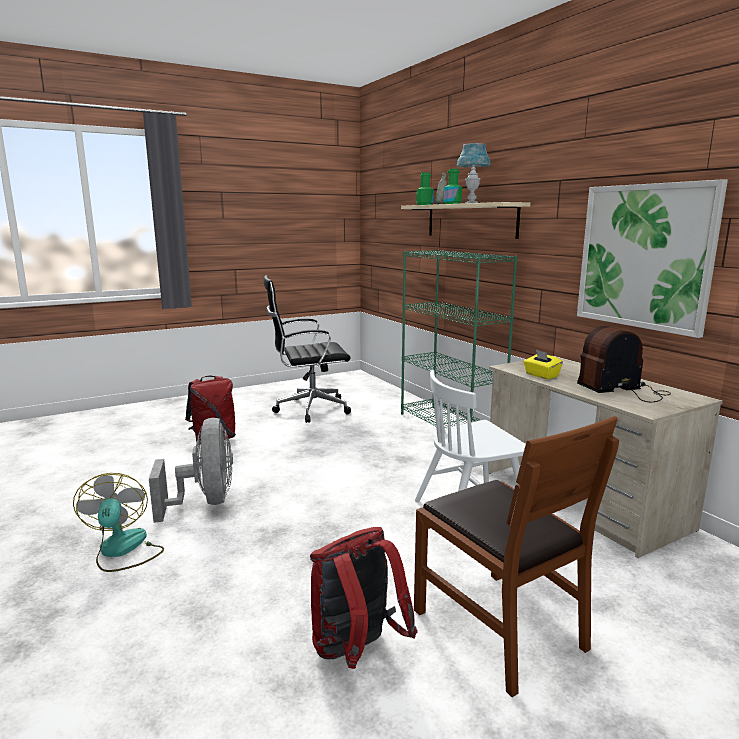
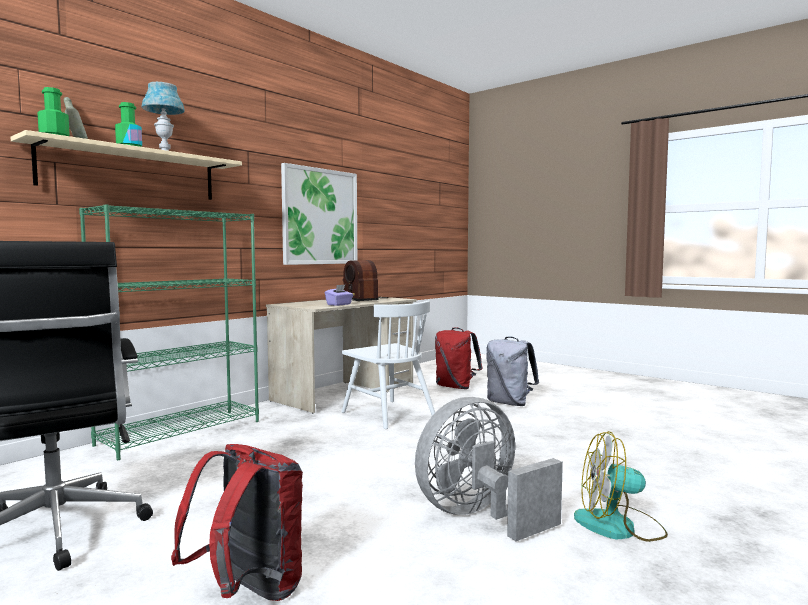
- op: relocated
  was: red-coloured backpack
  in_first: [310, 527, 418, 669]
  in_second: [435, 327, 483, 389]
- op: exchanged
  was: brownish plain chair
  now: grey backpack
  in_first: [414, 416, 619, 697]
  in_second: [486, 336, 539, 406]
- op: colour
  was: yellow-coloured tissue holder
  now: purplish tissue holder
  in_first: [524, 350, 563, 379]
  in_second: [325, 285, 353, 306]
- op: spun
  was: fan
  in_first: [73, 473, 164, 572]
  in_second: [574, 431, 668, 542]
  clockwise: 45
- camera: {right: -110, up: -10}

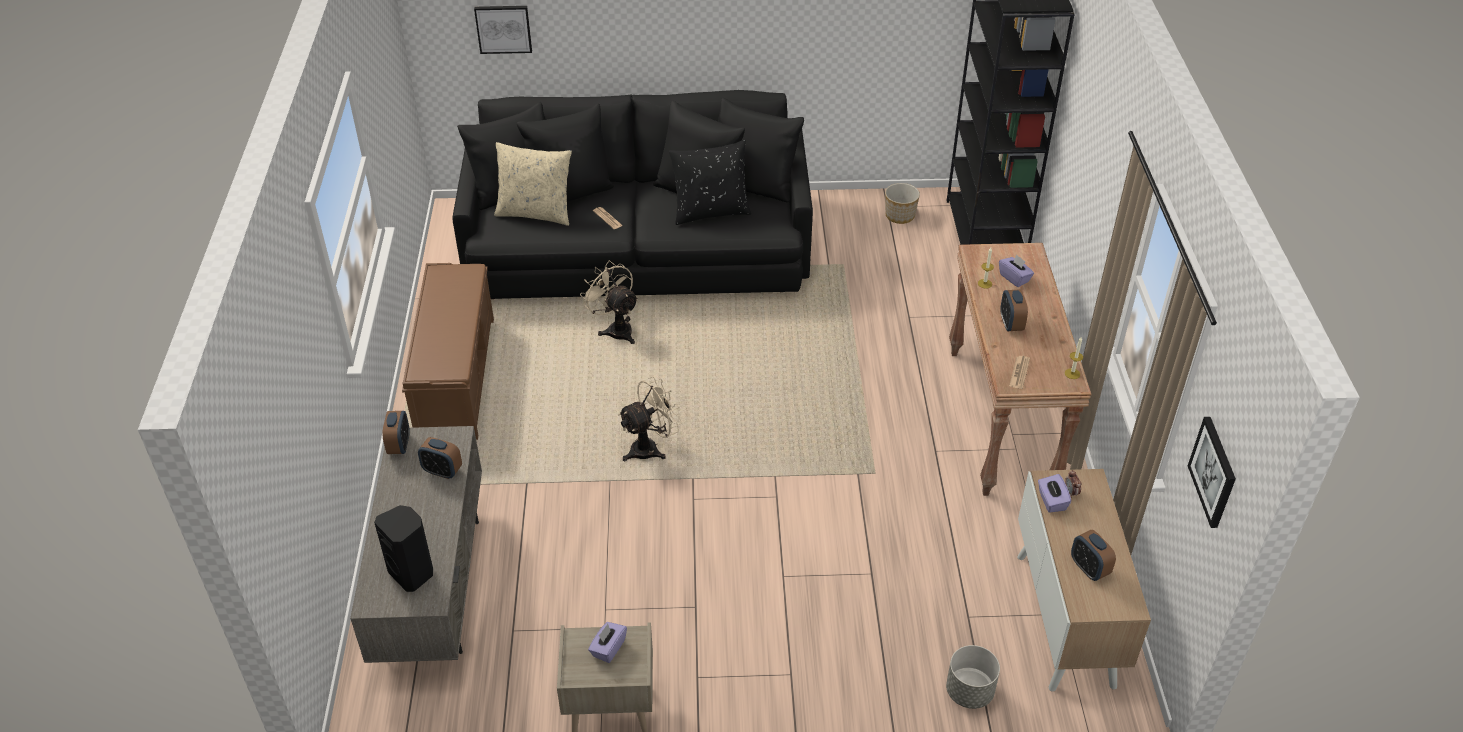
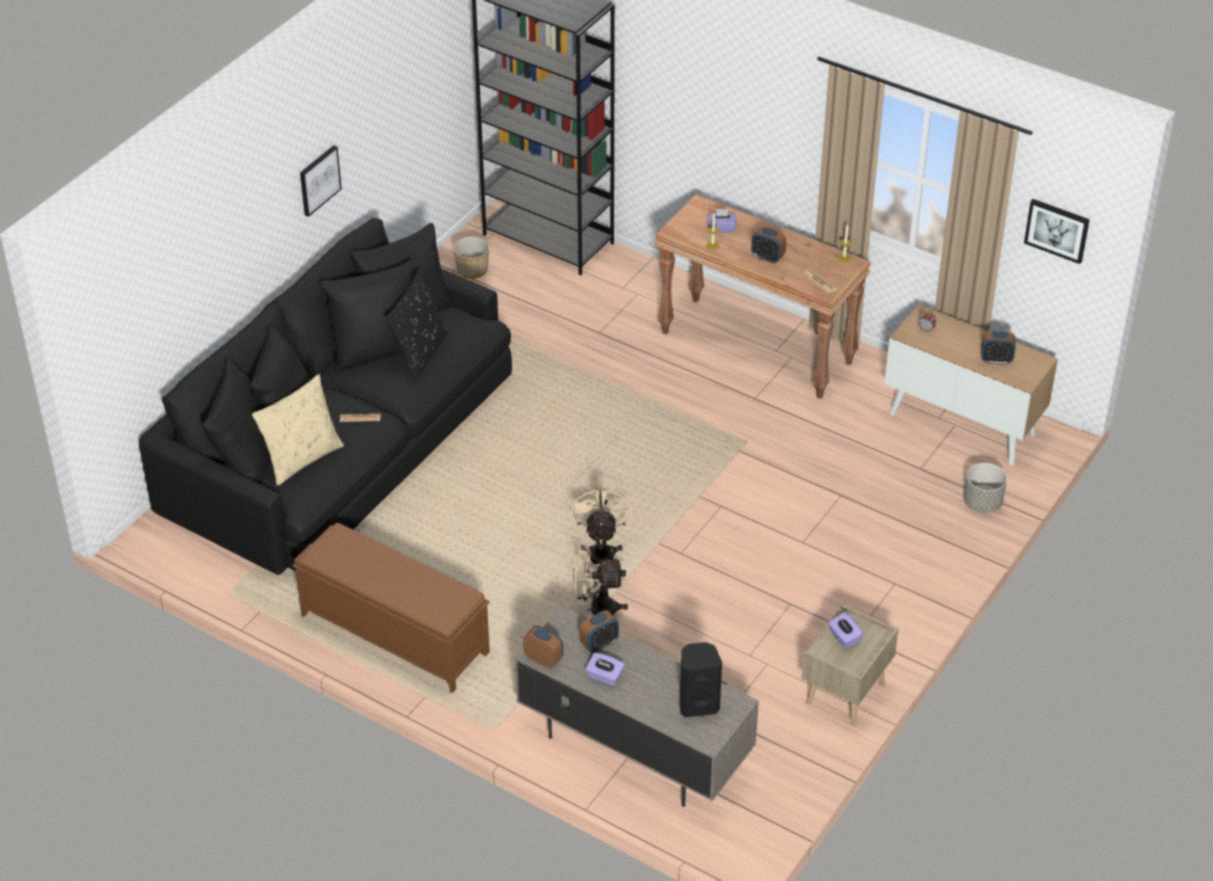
- op: relocated
  was: wall picture
  in_first: [474, 6, 532, 54]
  in_second: [300, 145, 342, 217]
- op: relocated
  was: beige fan
  in_first: [580, 260, 638, 344]
  in_second: [572, 545, 628, 615]
- op: relocated
  was: purplish tissue holder
  in_first: [1038, 474, 1071, 513]
  in_second: [586, 653, 625, 686]
- camera: {right: -55, up: 0}

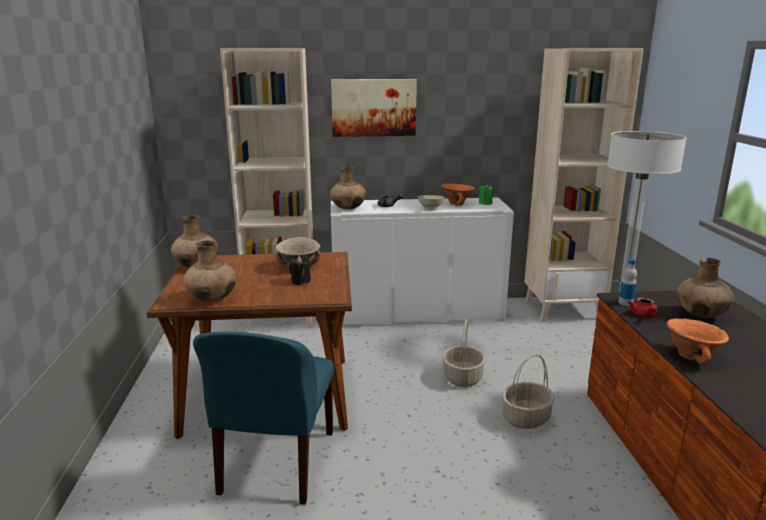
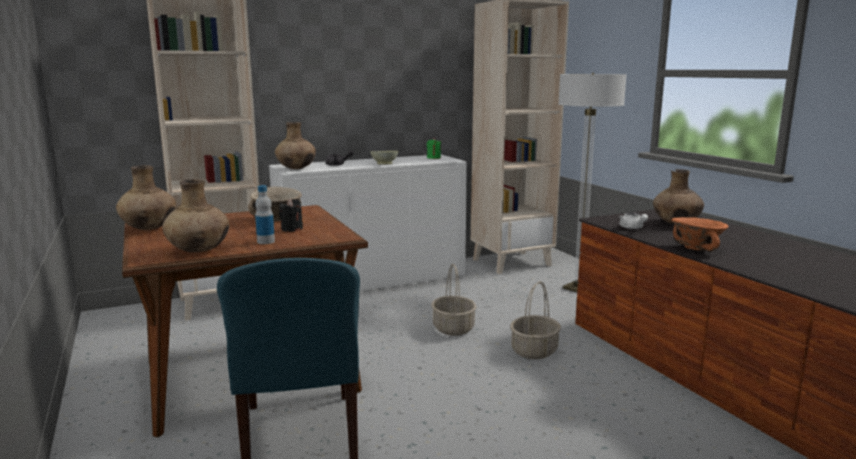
- op: missing
  was: wall picture
  in_first: [331, 79, 417, 137]
- op: missing
  was: orange-coloured deep dish
  in_first: [441, 184, 475, 206]
- op: relocated
  was: beverage bottle
  in_first: [618, 258, 637, 306]
  in_second: [255, 185, 275, 244]
- op: colour
  was: red-coloured teapot
  now: whitish teapot
  in_first: [628, 297, 657, 317]
  in_second: [619, 212, 648, 229]
- camera: {right: -20, up: -5}

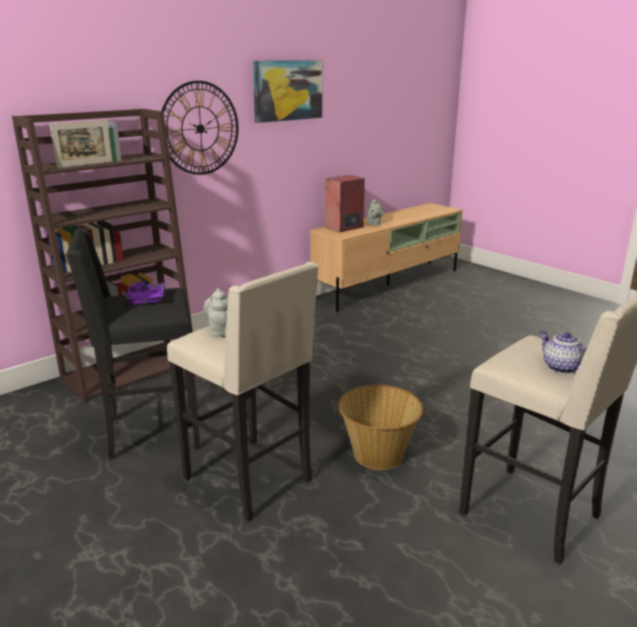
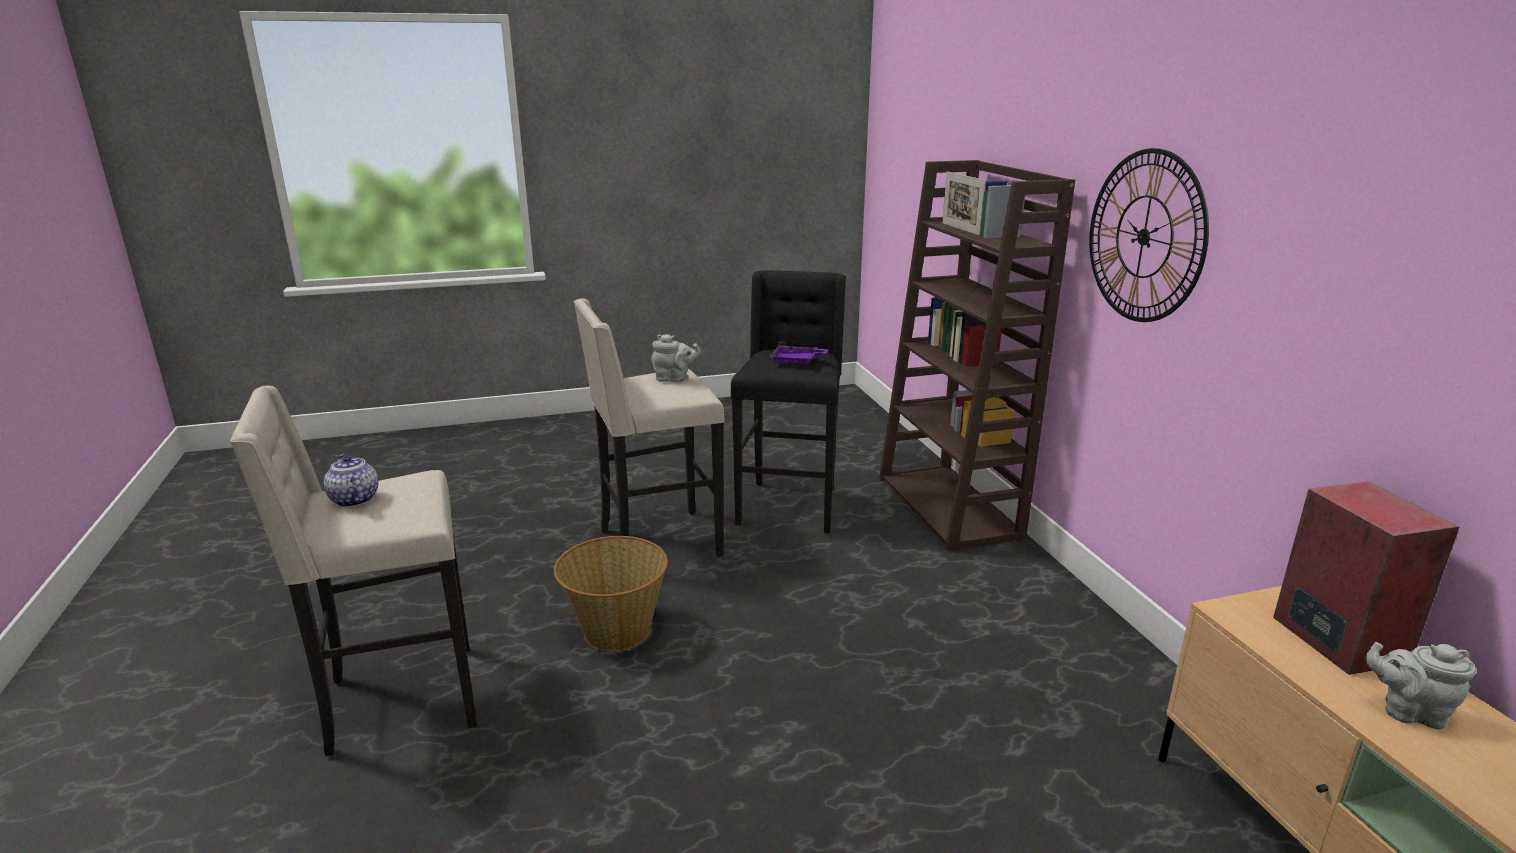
- op: missing
  was: wall picture
  in_first: [253, 60, 322, 123]
- op: spun
  was: teapot
  in_first: [539, 331, 587, 373]
  in_second: [324, 454, 379, 507]
  clockwise: -120
- camera: {right: 115, up: 0}

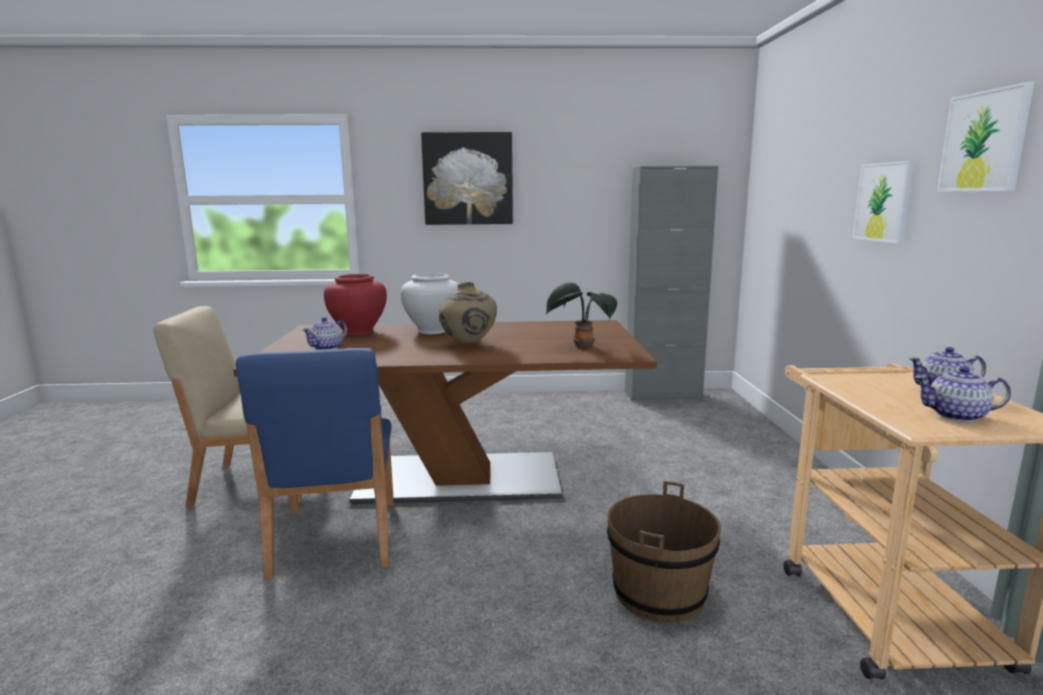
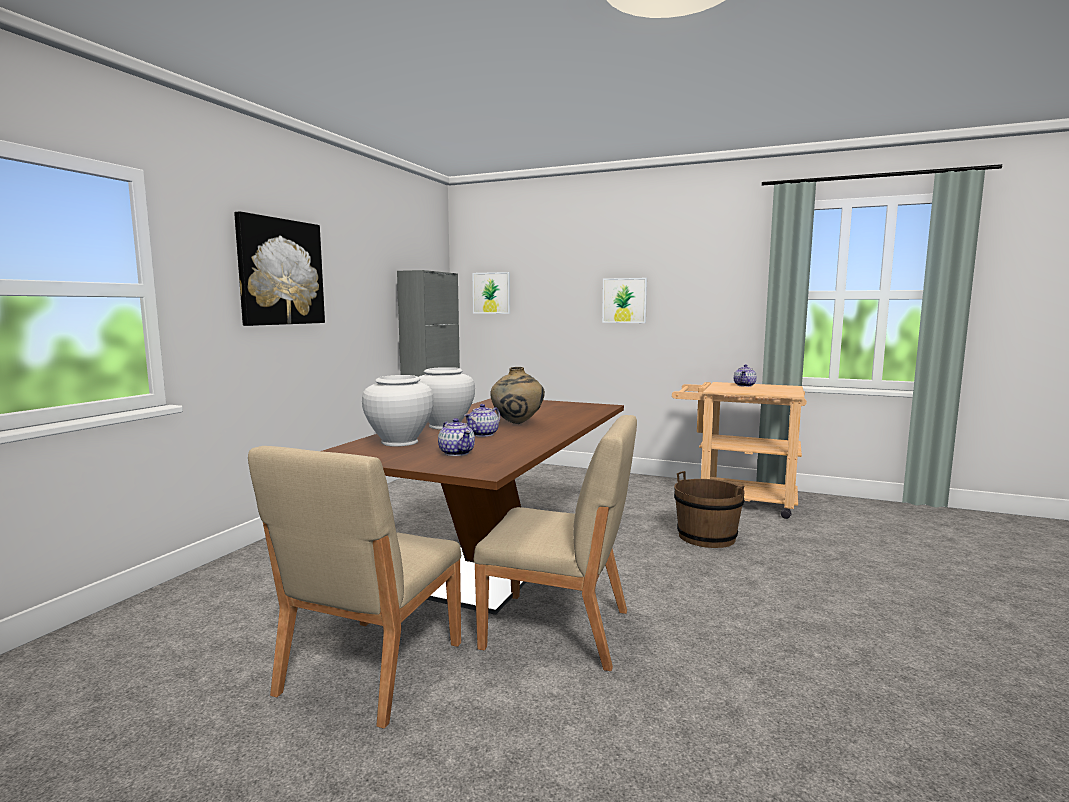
- op: missing
  was: plant in a pot
  in_first: [546, 283, 617, 347]
- op: relocated
  was: teapot
  in_first: [915, 366, 1011, 422]
  in_second: [464, 404, 500, 437]
- op: relocated
  was: wall picture
  in_first: [937, 81, 1035, 192]
  in_second: [472, 272, 510, 314]
- op: colour
  was: blue plain chair
  now: beige plain chair
  in_first: [236, 348, 394, 580]
  in_second: [474, 415, 637, 671]
- op: colour
  was: red-coloured vase
  now: whitish vase
  in_first: [324, 274, 387, 336]
  in_second: [362, 375, 434, 447]
- camera: {right: -65, up: -5}

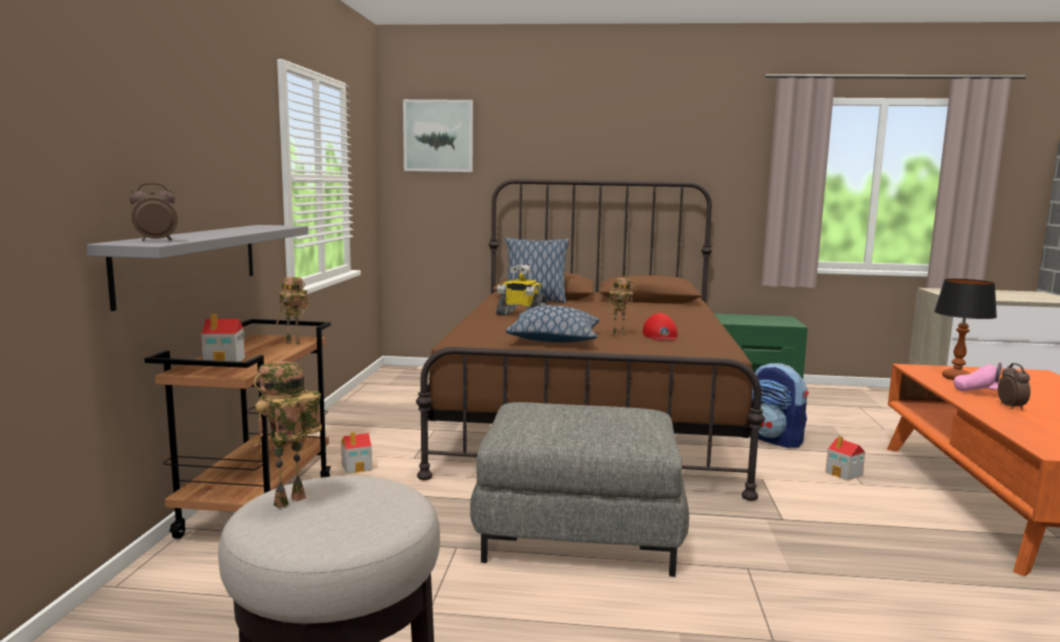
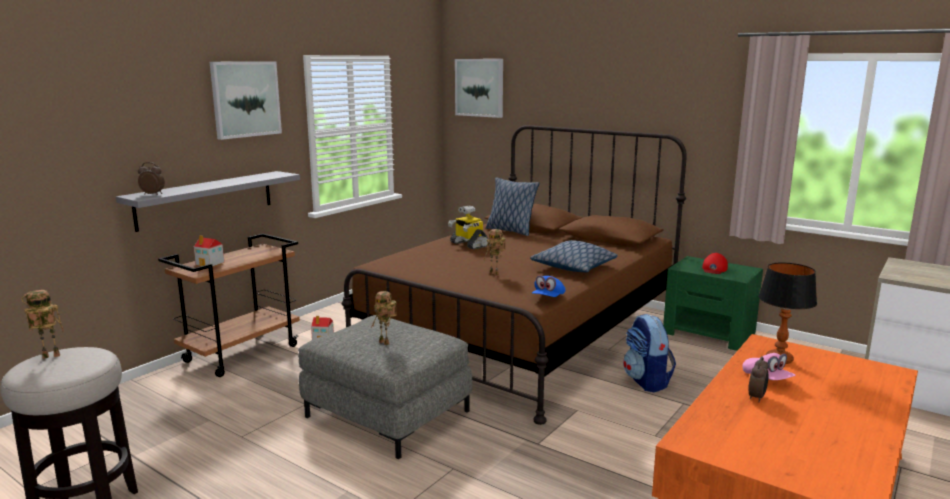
- op: missing
  was: model house
  in_first: [825, 436, 865, 481]
- op: appeared
  now: wall picture
  in_second: [210, 61, 282, 140]
- op: appeared
  now: blue peaked cap
  in_second: [532, 275, 565, 297]
- op: relocated
  was: toy robot
  in_first: [276, 277, 308, 345]
  in_second: [371, 291, 397, 345]
- op: relocated
  was: cushion
  in_first: [506, 305, 599, 343]
  in_second: [530, 240, 618, 272]
- op: relocated
  was: red-coloured peaked cap
  in_first: [643, 313, 678, 341]
  in_second: [702, 253, 728, 274]
- camera: {right: 30, up: 5}

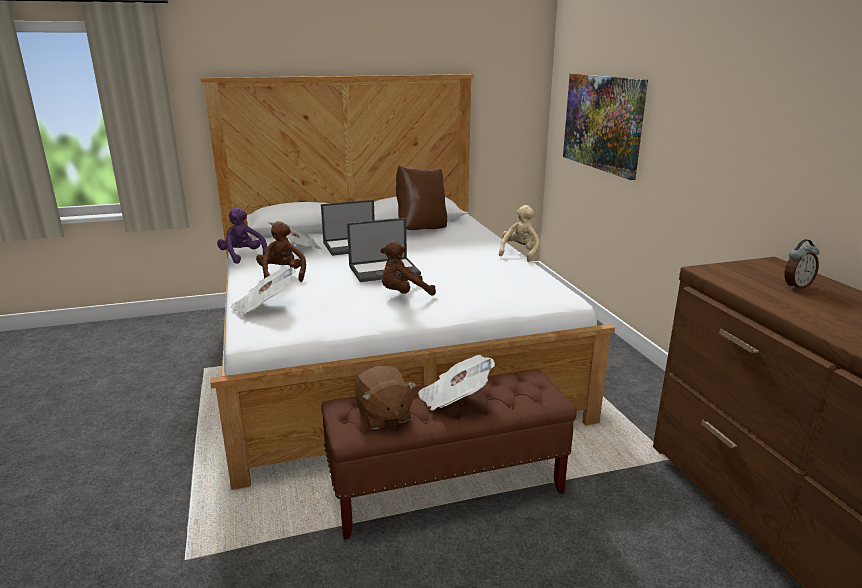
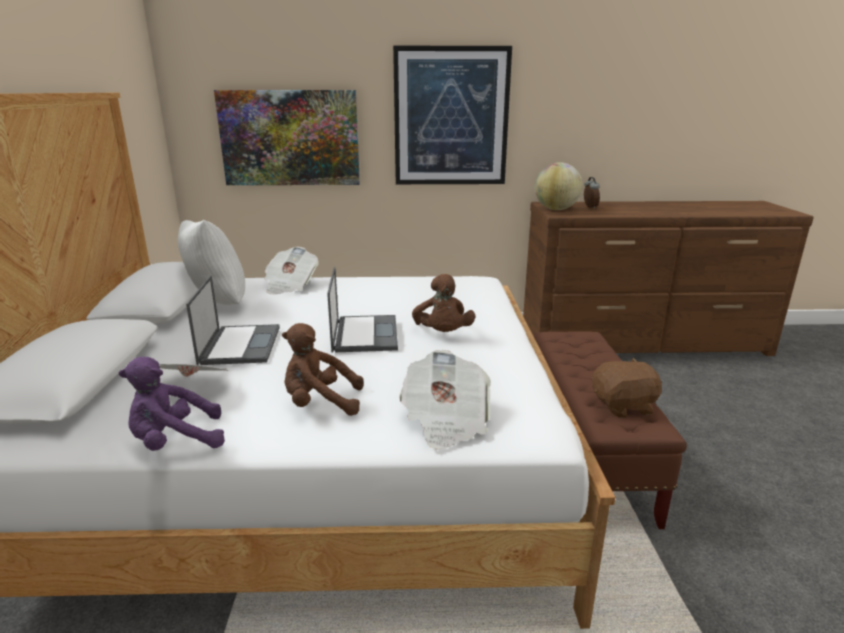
- op: missing
  was: beige plush toy
  in_first: [499, 205, 540, 262]
- op: appeared
  now: wall picture
  in_second: [393, 46, 512, 184]
- op: appeared
  now: globe
  in_second: [535, 162, 583, 210]
- op: relocated
  was: printed paper
  in_first: [418, 355, 495, 411]
  in_second: [264, 247, 319, 294]
- op: colour
  was: brownish cushion
  now: whitish cushion
  in_first: [396, 166, 447, 230]
  in_second: [178, 220, 245, 305]
- camera: {right: -75, up: 0}

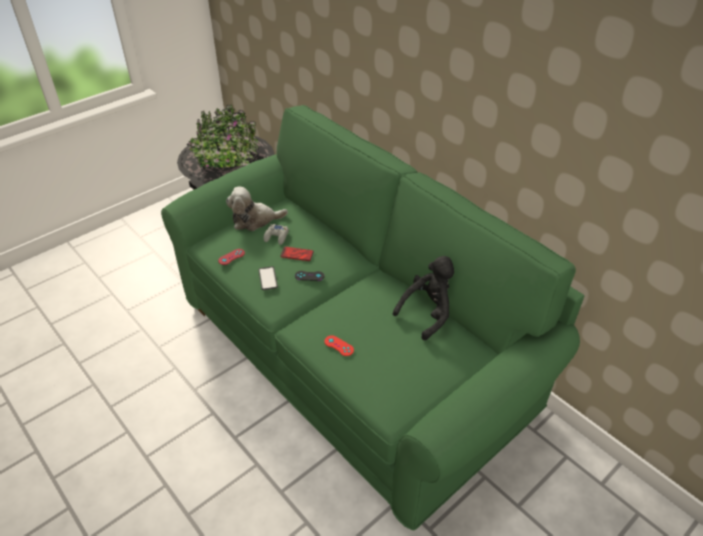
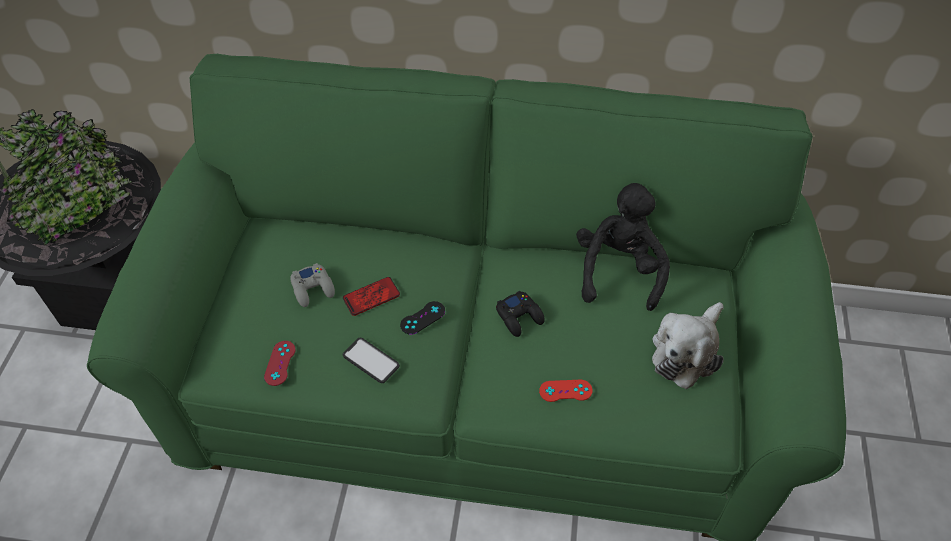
- op: appeared
  now: black gamepad
  in_second: [496, 291, 545, 337]
- op: relocated
  was: plush toy
  in_first: [226, 186, 288, 231]
  in_second: [652, 302, 724, 389]
- camera: {right: -40, up: 10}

